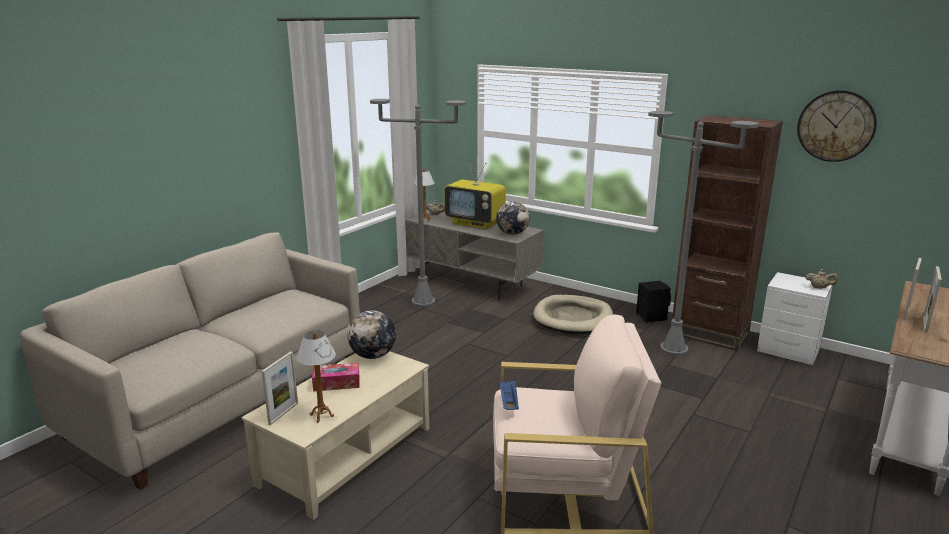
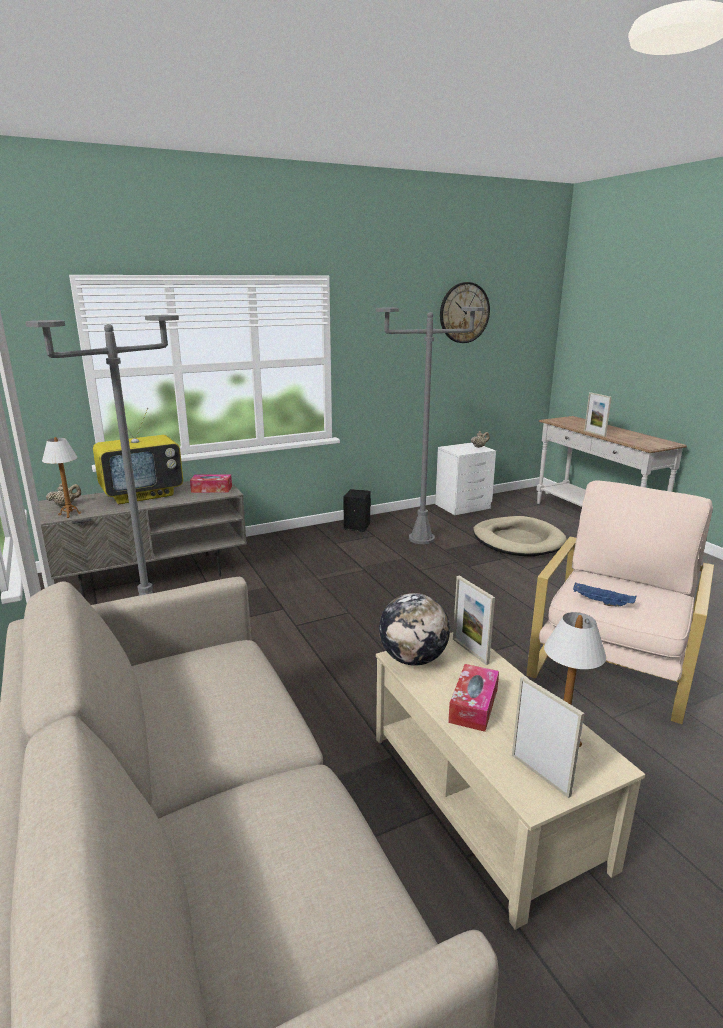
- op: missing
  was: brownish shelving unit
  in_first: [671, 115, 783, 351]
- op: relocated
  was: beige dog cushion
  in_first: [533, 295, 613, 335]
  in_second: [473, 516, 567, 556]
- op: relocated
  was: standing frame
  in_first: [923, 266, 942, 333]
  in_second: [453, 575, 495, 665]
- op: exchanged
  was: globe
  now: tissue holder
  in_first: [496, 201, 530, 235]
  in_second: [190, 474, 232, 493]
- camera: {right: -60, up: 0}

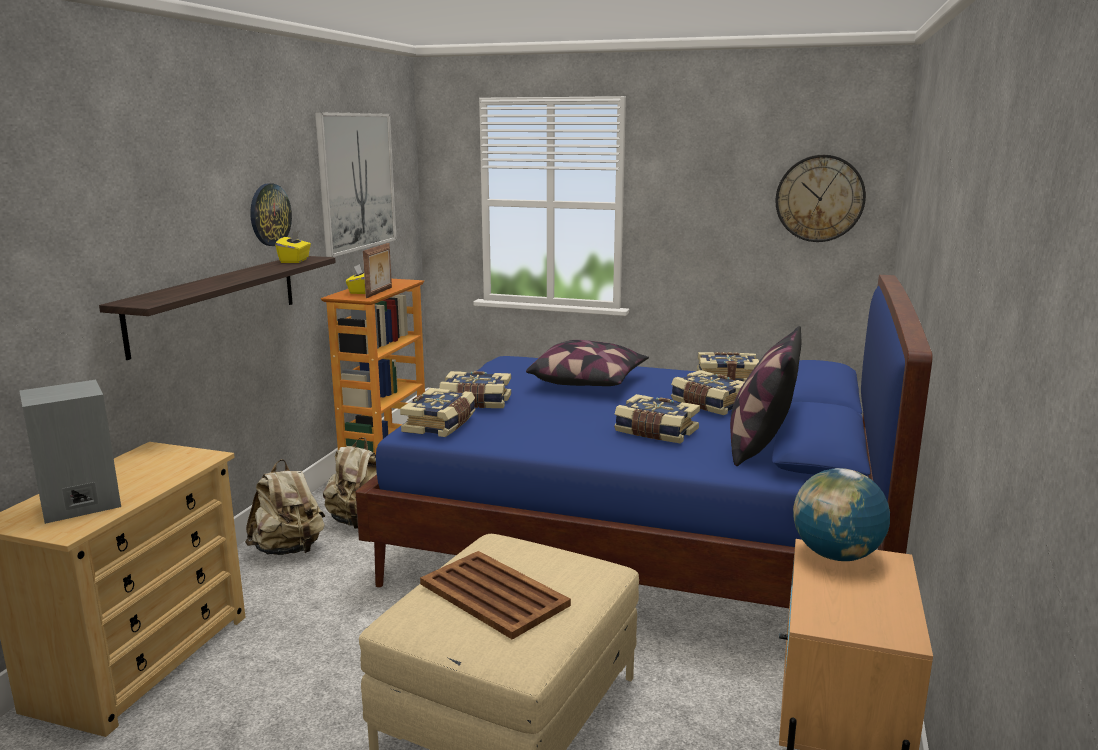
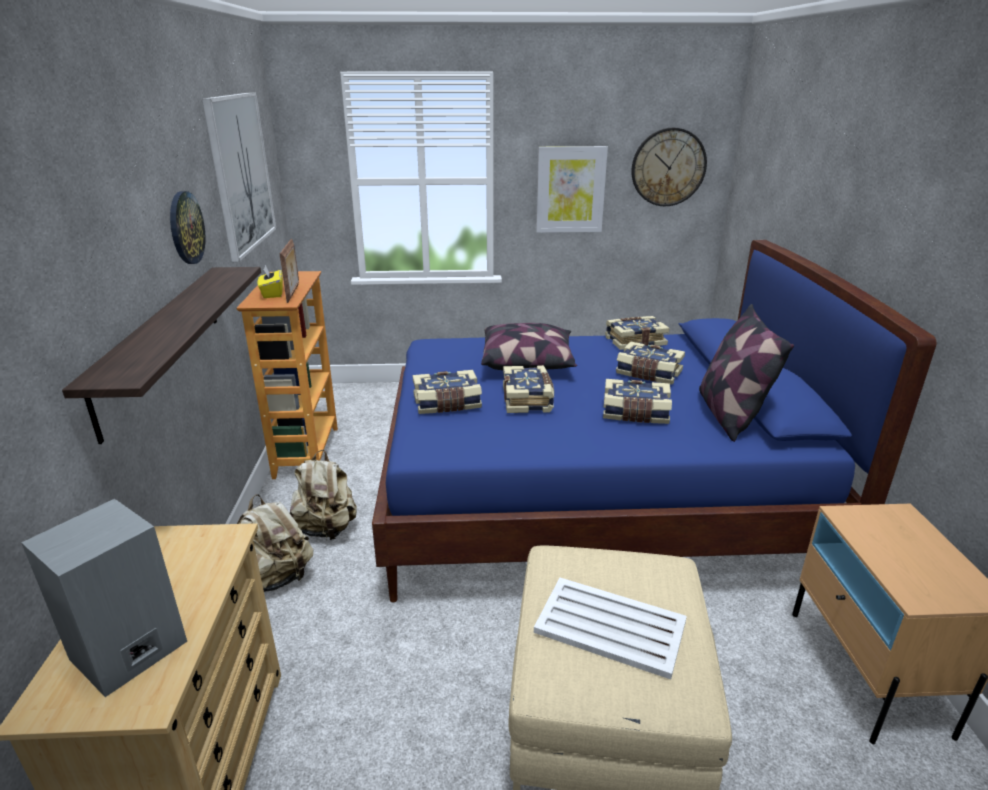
- op: missing
  was: yellow-coloured tissue holder
  in_first: [275, 230, 311, 263]
- op: missing
  was: globe
  in_first: [793, 468, 890, 561]
- op: appeared
  now: wall picture
  in_second: [536, 146, 608, 233]
- op: relocated
  was: volume
  in_first: [400, 388, 475, 437]
  in_second: [503, 365, 554, 413]
- op: colour
  was: brownish tray
  now: whitish tray
  in_first: [420, 551, 571, 640]
  in_second: [534, 578, 687, 680]
- camera: {right: -20, up: 10}

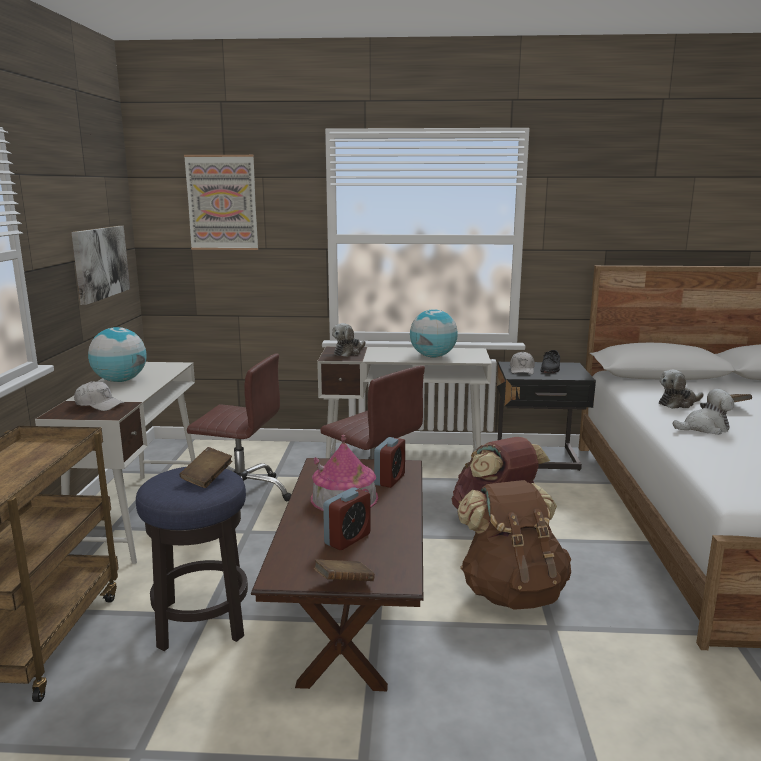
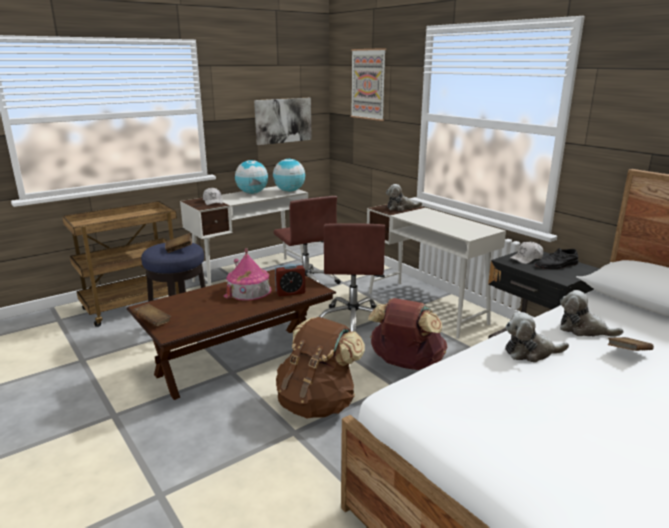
- op: missing
  was: bedside clock
  in_first: [323, 487, 371, 550]
- op: relocated
  was: globe
  in_first: [410, 309, 458, 357]
  in_second: [273, 159, 305, 192]
- op: spun
  was: plush toy
  in_first: [673, 389, 734, 435]
  in_second: [505, 312, 569, 363]
  clockwise: 135
- camera: {right: 50, up: 5}

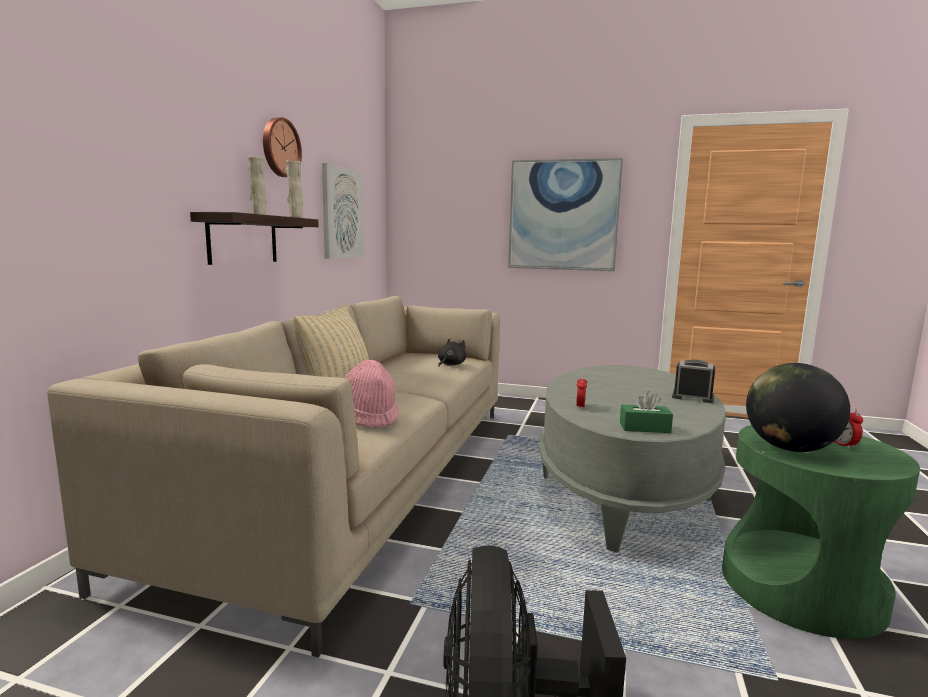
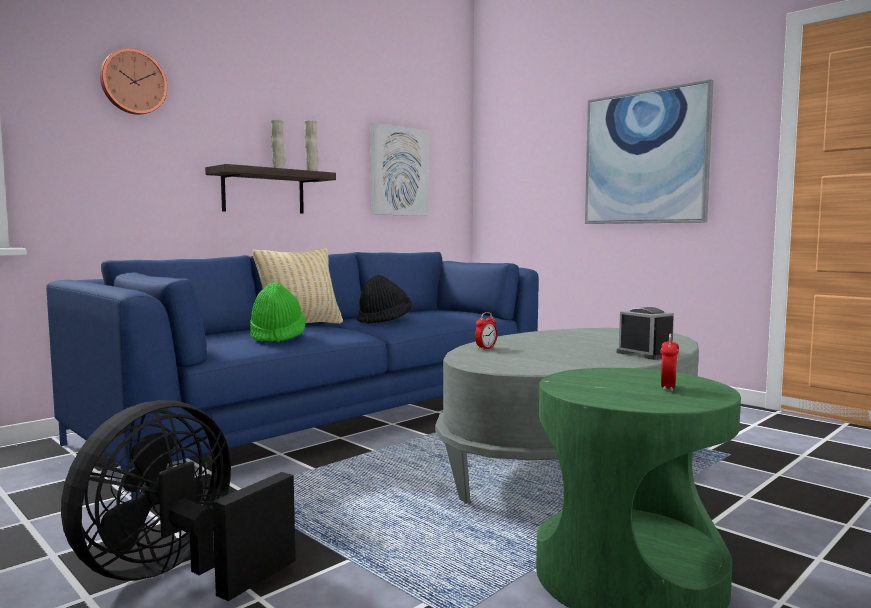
- op: missing
  was: black plush toy
  in_first: [438, 339, 467, 367]
- op: missing
  was: green-coloured tissue holder
  in_first: [620, 391, 673, 433]
- op: missing
  was: globe
  in_first: [746, 363, 850, 452]
- op: appeared
  now: black hat
  in_second: [358, 275, 412, 324]
- op: relocated
  was: clock on the wall
  in_first: [263, 117, 302, 177]
  in_second: [100, 48, 167, 115]
- op: colour
  was: beige couch
  now: blue couch
  in_first: [47, 296, 500, 658]
  in_second: [46, 252, 539, 499]
- op: colour
  was: pink-coloured hat
  now: green-coloured hat
  in_first: [344, 360, 398, 428]
  in_second: [250, 282, 306, 342]
- camera: {right: 30, up: -5}

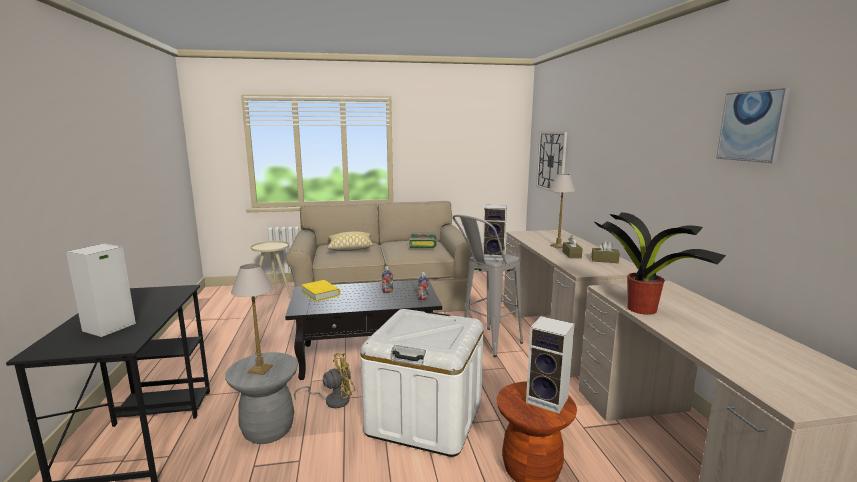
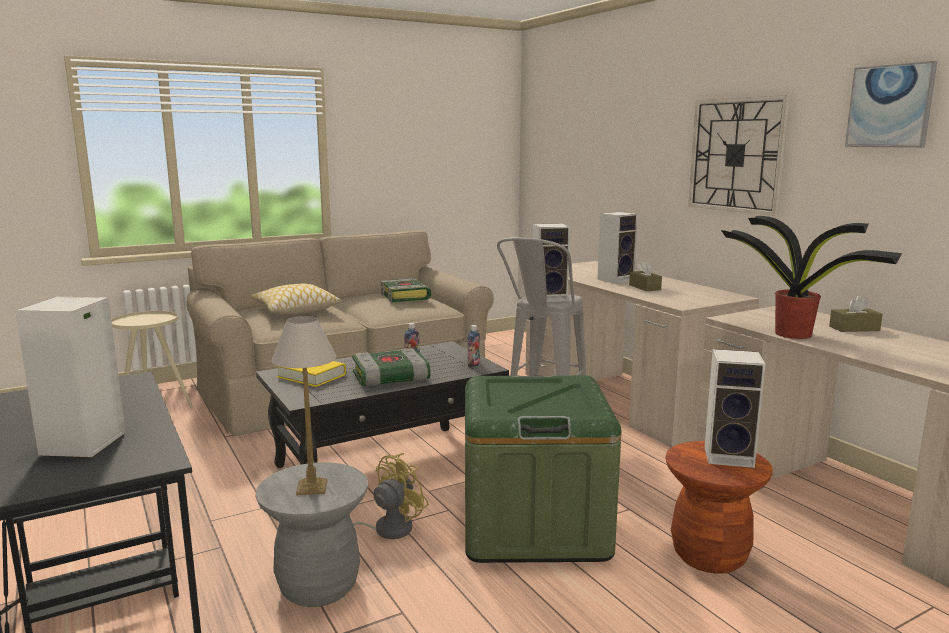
- op: appeared
  now: volume
  in_second: [352, 348, 431, 387]
- op: relocated
  was: clock on the wall
  in_first: [536, 131, 567, 194]
  in_second: [688, 95, 790, 216]
- op: relocated
  was: brownish tissue holder
  in_first: [591, 240, 620, 263]
  in_second: [829, 295, 883, 332]
- op: exchanged
  was: lamp for a table
  now: speaker
  in_first: [549, 174, 576, 249]
  in_second: [597, 212, 638, 284]
- op: colour
  was: whitish storage container
  now: green-coloured storage container
  in_first: [360, 309, 484, 457]
  in_second: [465, 375, 622, 563]
- camera: {right: -20, up: 0}

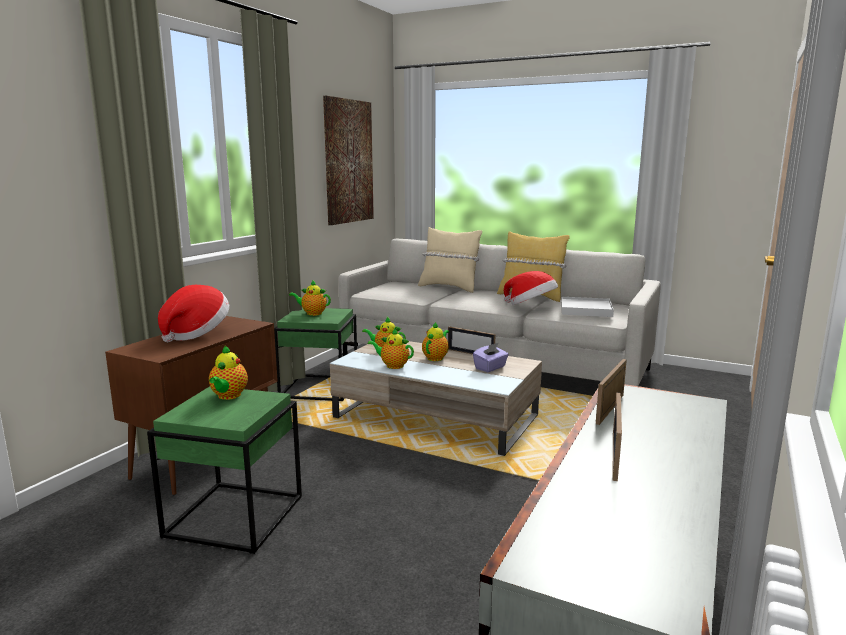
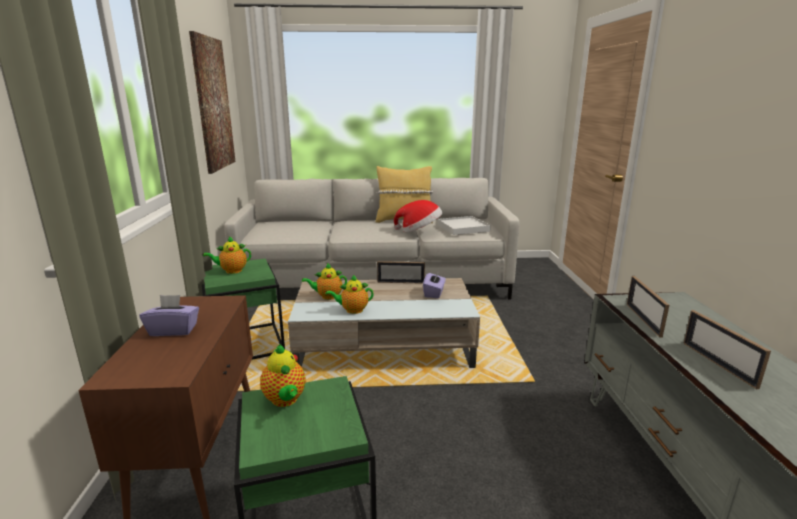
- op: missing
  was: beige cushion
  in_first: [418, 227, 482, 293]
- op: missing
  was: teapot
  in_first: [422, 322, 449, 361]
- op: exchanged
  was: hat
  now: purplish tissue holder
  in_first: [158, 285, 229, 342]
  in_second: [139, 295, 199, 336]
- camera: {right: -30, up: 5}

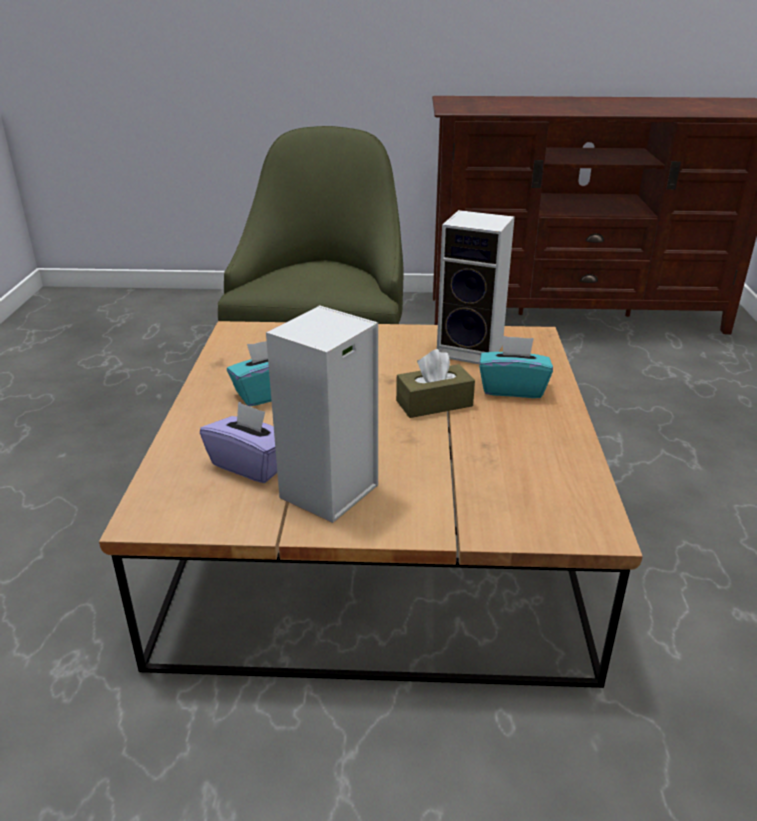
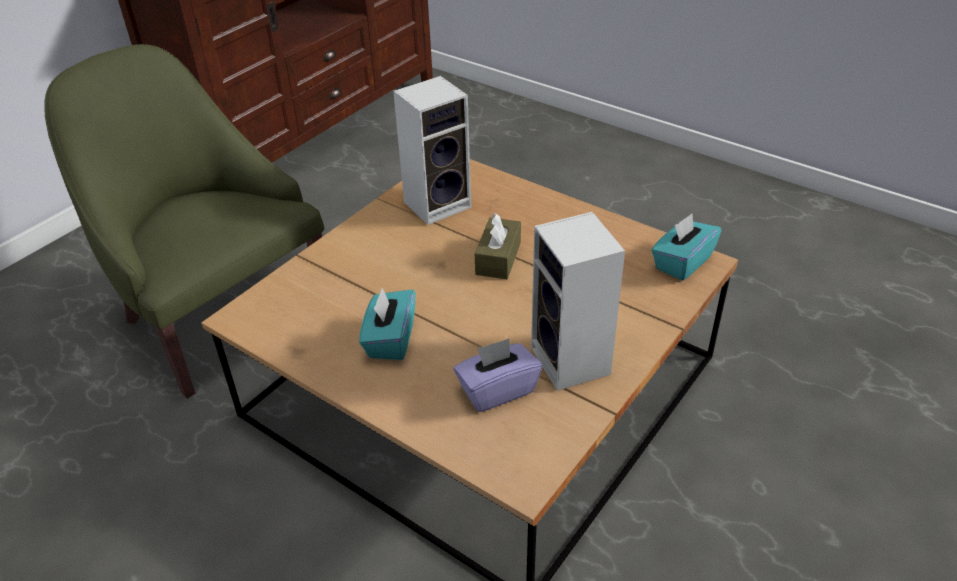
- op: relocated
  was: blue-green tissue holder
  in_first: [479, 336, 553, 398]
  in_second: [651, 213, 721, 281]
- camera: {right: -55, up: 10}

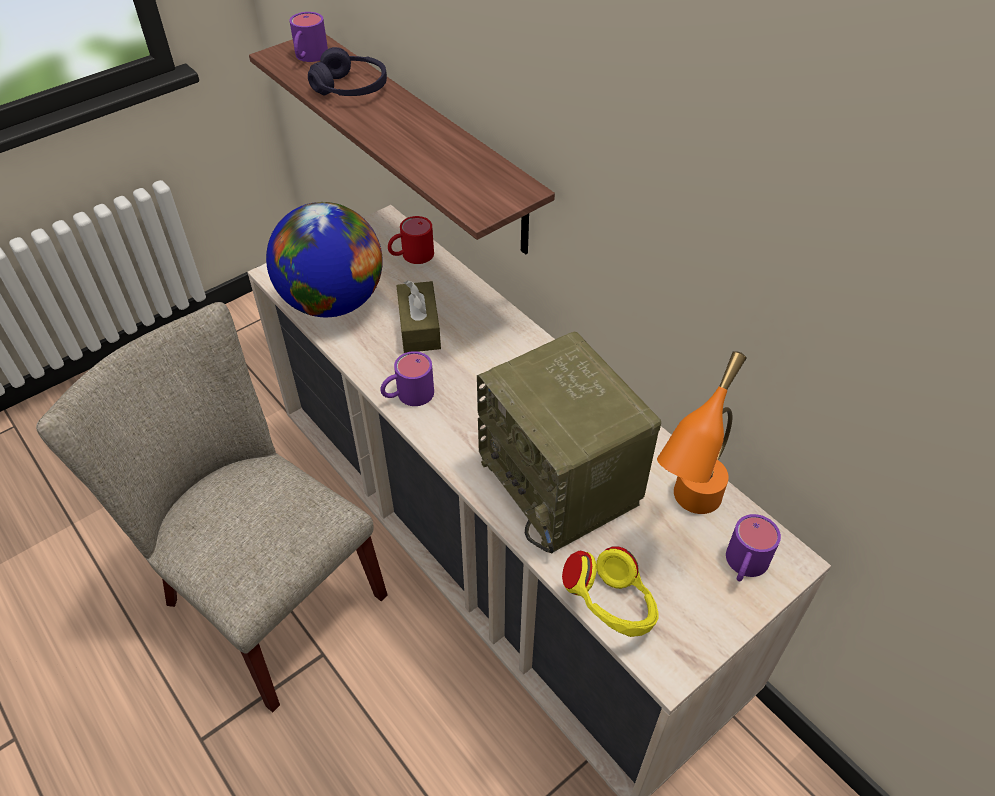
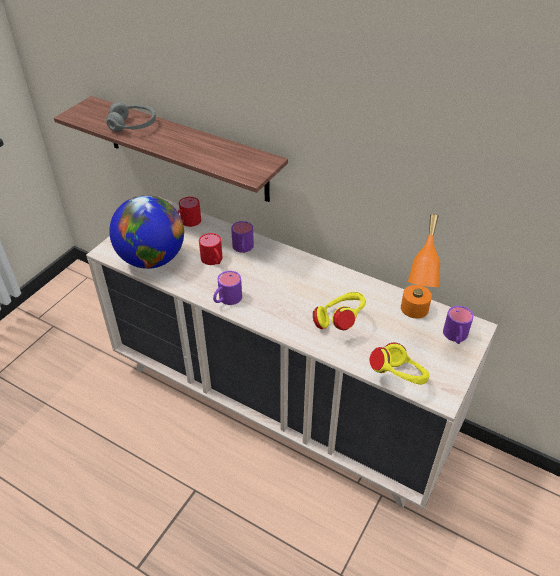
- op: missing
  was: beige plain chair
  in_first: [36, 302, 387, 713]
- op: relocated
  was: purplish coffee mug
  in_first: [289, 12, 328, 62]
  in_second: [231, 221, 254, 253]
- op: exchanged
  was: brownish tissue holder
  now: red-coloured coffee mug
  in_first: [396, 281, 441, 353]
  in_second: [199, 233, 223, 265]
- op: exchanged
  was: radio
  now: yellow-coloured headset
  in_first: [477, 331, 661, 553]
  in_second: [313, 292, 366, 330]
- op: colour
  was: purplish headset
  now: grey headset
  in_first: [308, 47, 387, 96]
  in_second: [106, 102, 156, 132]
- camera: {right: -20, up: -5}

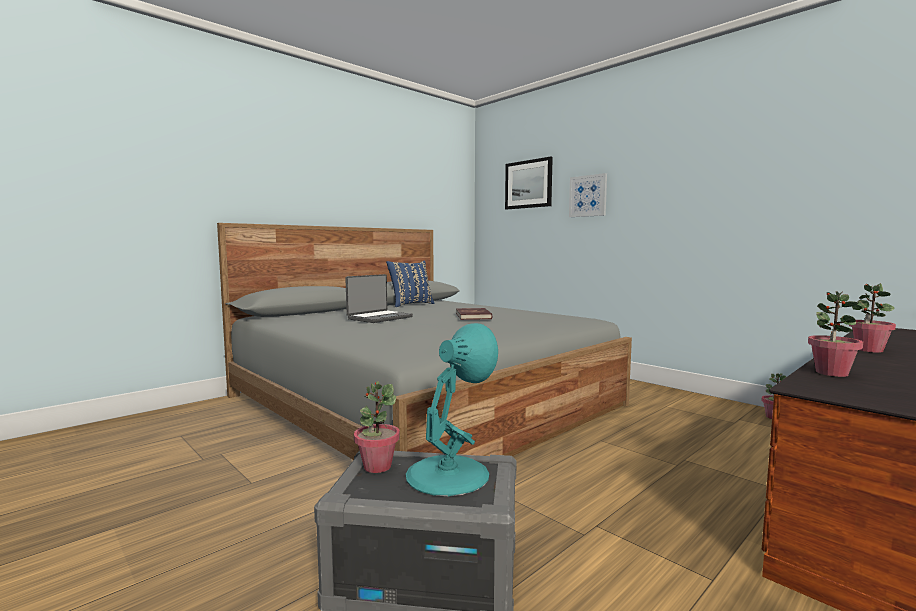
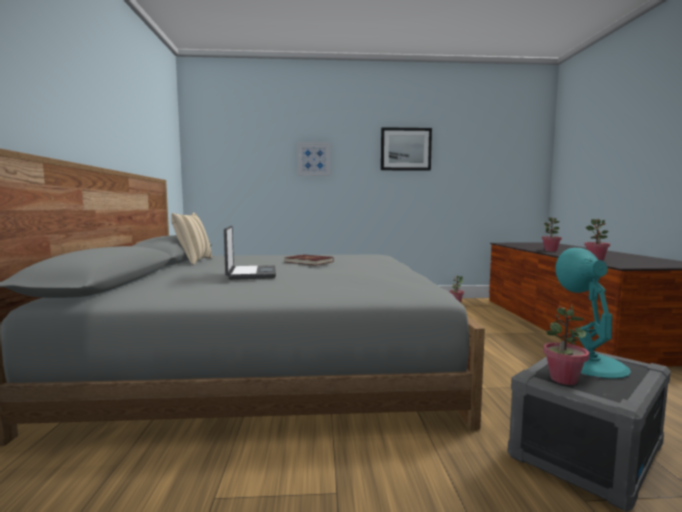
- op: relocated
  was: wall picture
  in_first: [505, 156, 553, 209]
  in_second: [381, 127, 432, 171]
- op: colour
  was: blue cushion
  now: beige cushion
  in_first: [386, 260, 435, 307]
  in_second: [171, 212, 212, 265]
- camera: {right: -50, up: 0}

